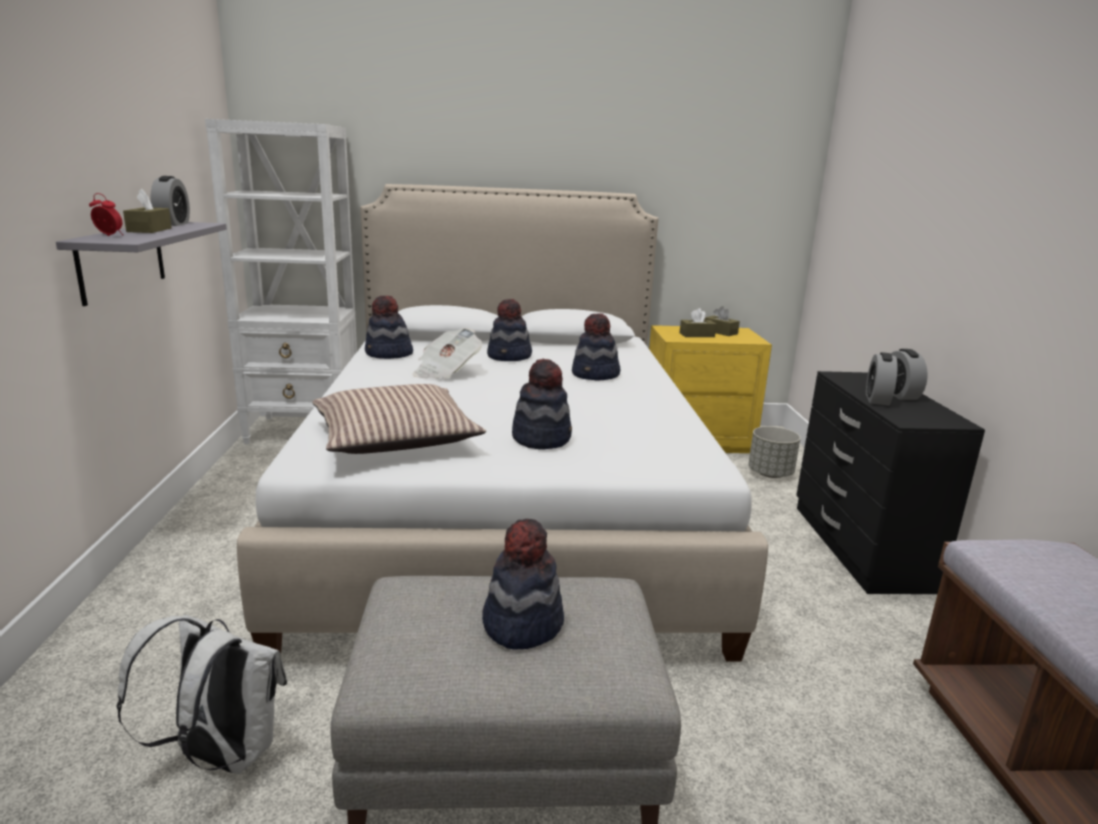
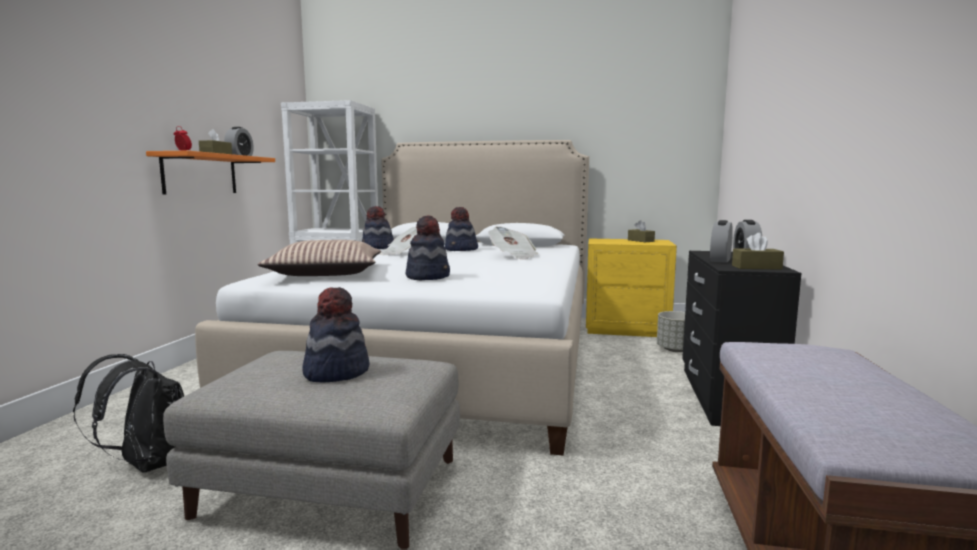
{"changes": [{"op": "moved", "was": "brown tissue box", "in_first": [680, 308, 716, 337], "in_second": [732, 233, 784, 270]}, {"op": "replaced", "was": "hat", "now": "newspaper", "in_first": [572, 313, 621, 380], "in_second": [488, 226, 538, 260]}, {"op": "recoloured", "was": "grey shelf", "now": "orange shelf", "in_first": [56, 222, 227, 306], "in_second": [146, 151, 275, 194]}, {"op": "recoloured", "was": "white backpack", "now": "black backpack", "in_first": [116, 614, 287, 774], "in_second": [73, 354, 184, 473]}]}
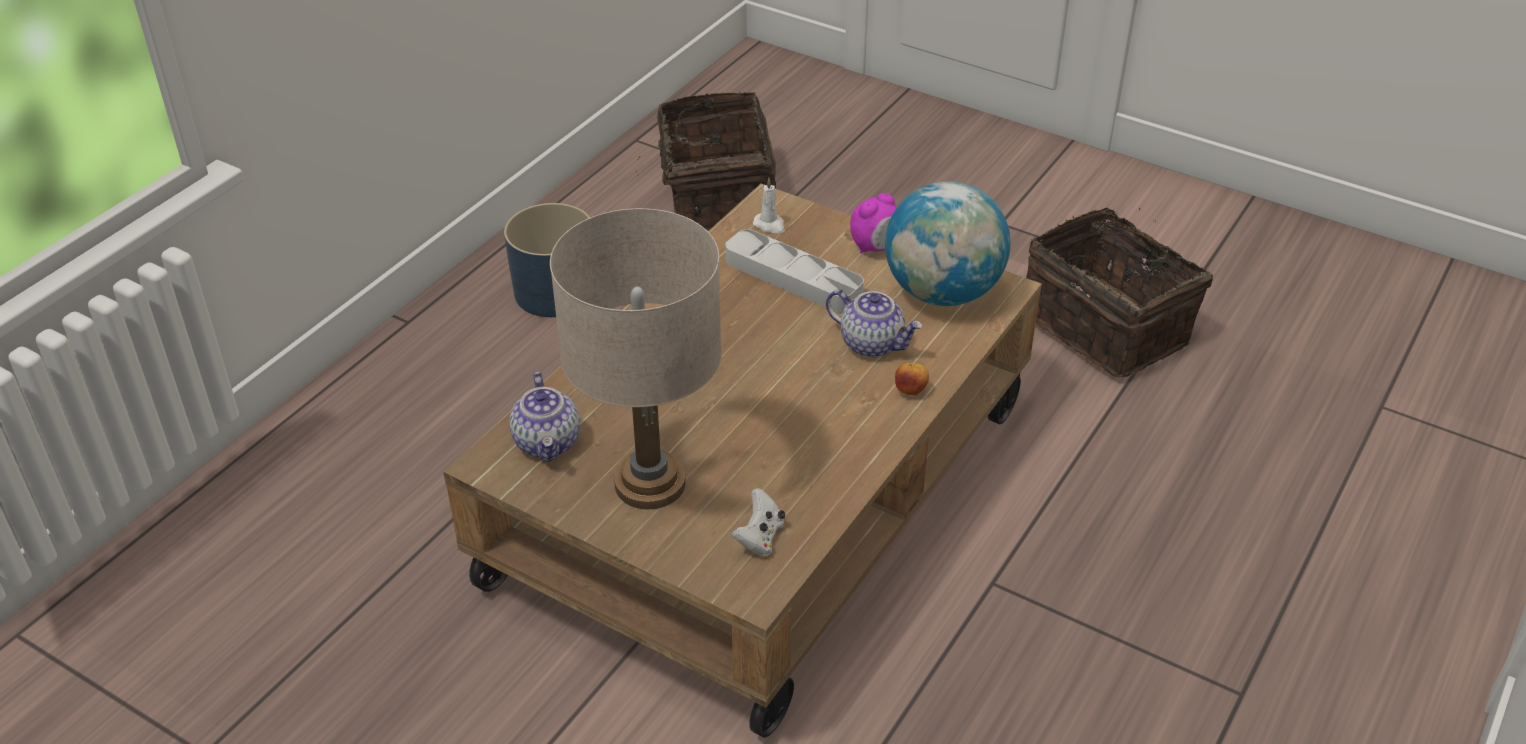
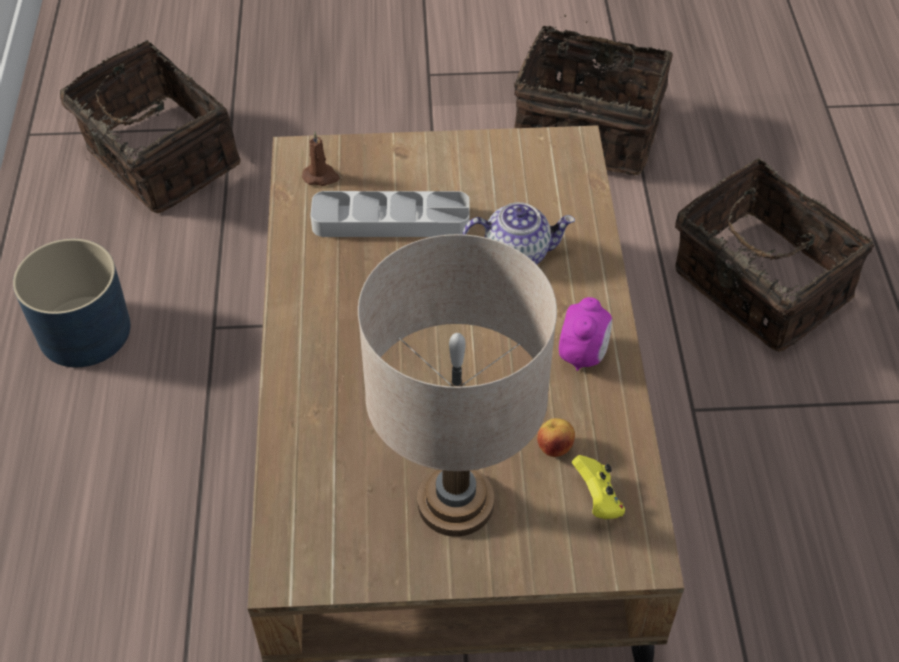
{"changes": [{"op": "removed", "was": "teapot", "in_first": [509, 372, 580, 462]}, {"op": "removed", "was": "globe", "in_first": [885, 181, 1011, 306]}, {"op": "added", "now": "basket", "in_second": [675, 158, 874, 352]}, {"op": "moved", "was": "alarm clock", "in_first": [850, 193, 897, 253], "in_second": [559, 297, 612, 371]}, {"op": "moved", "was": "apple", "in_first": [895, 363, 929, 396], "in_second": [537, 418, 575, 457]}, {"op": "recoloured", "was": "white game controller", "now": "yellow game controller", "in_first": [732, 488, 785, 556], "in_second": [572, 455, 625, 519]}, {"op": "recoloured", "was": "white candle", "now": "brown candle", "in_first": [753, 178, 784, 233], "in_second": [302, 131, 340, 186]}]}
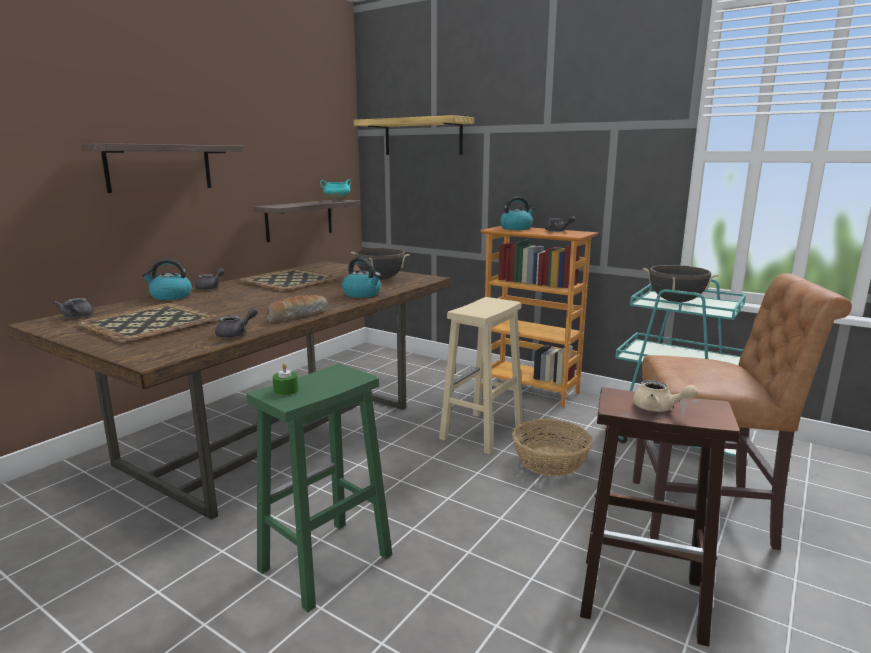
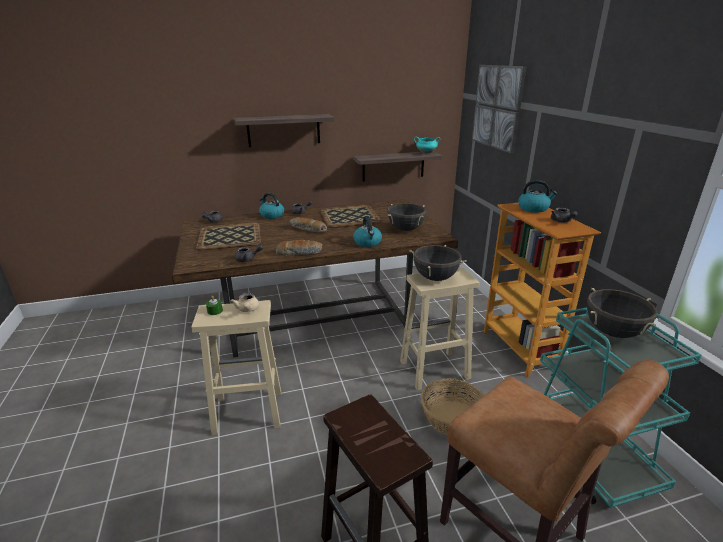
{"changes": [{"op": "added", "now": "bread", "in_second": [290, 217, 327, 233]}, {"op": "added", "now": "black cooking pot", "in_second": [409, 245, 467, 281]}, {"op": "moved", "was": "beige teapot", "in_first": [633, 380, 698, 412], "in_second": [230, 293, 259, 312]}, {"op": "replaced", "was": "shelf", "now": "picture", "in_first": [354, 115, 474, 155], "in_second": [472, 65, 526, 153]}, {"op": "recoloured", "was": "green stool", "now": "beige stool", "in_first": [246, 364, 392, 612], "in_second": [191, 300, 281, 435]}]}
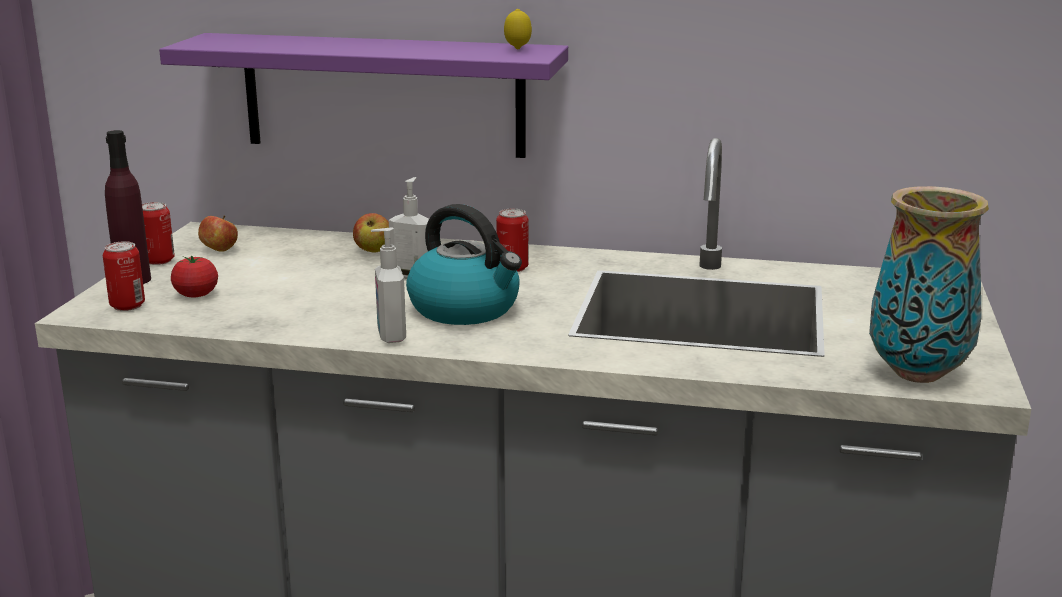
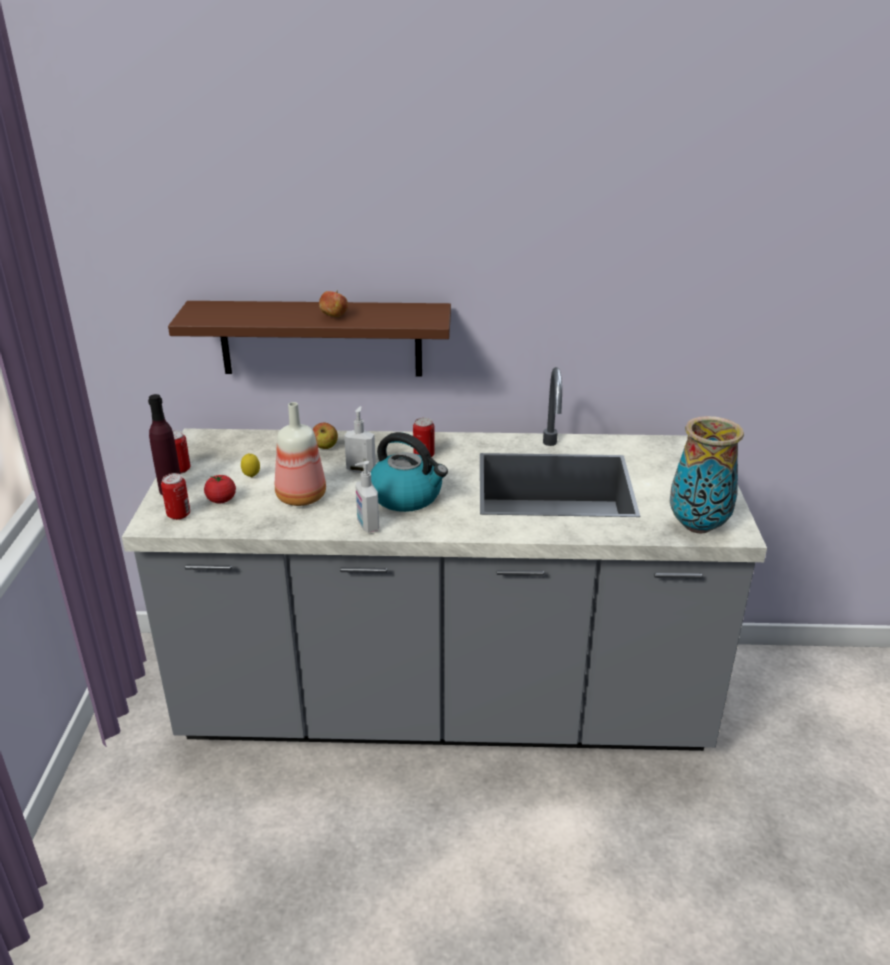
{"changes": [{"op": "added", "now": "bottle", "in_second": [275, 402, 326, 506]}, {"op": "moved", "was": "apple", "in_first": [198, 216, 238, 252], "in_second": [319, 290, 348, 317]}, {"op": "moved", "was": "lemon", "in_first": [504, 9, 532, 49], "in_second": [241, 453, 260, 477]}, {"op": "recoloured", "was": "purple shelf", "now": "brown shelf", "in_first": [159, 33, 568, 158], "in_second": [168, 301, 451, 376]}]}
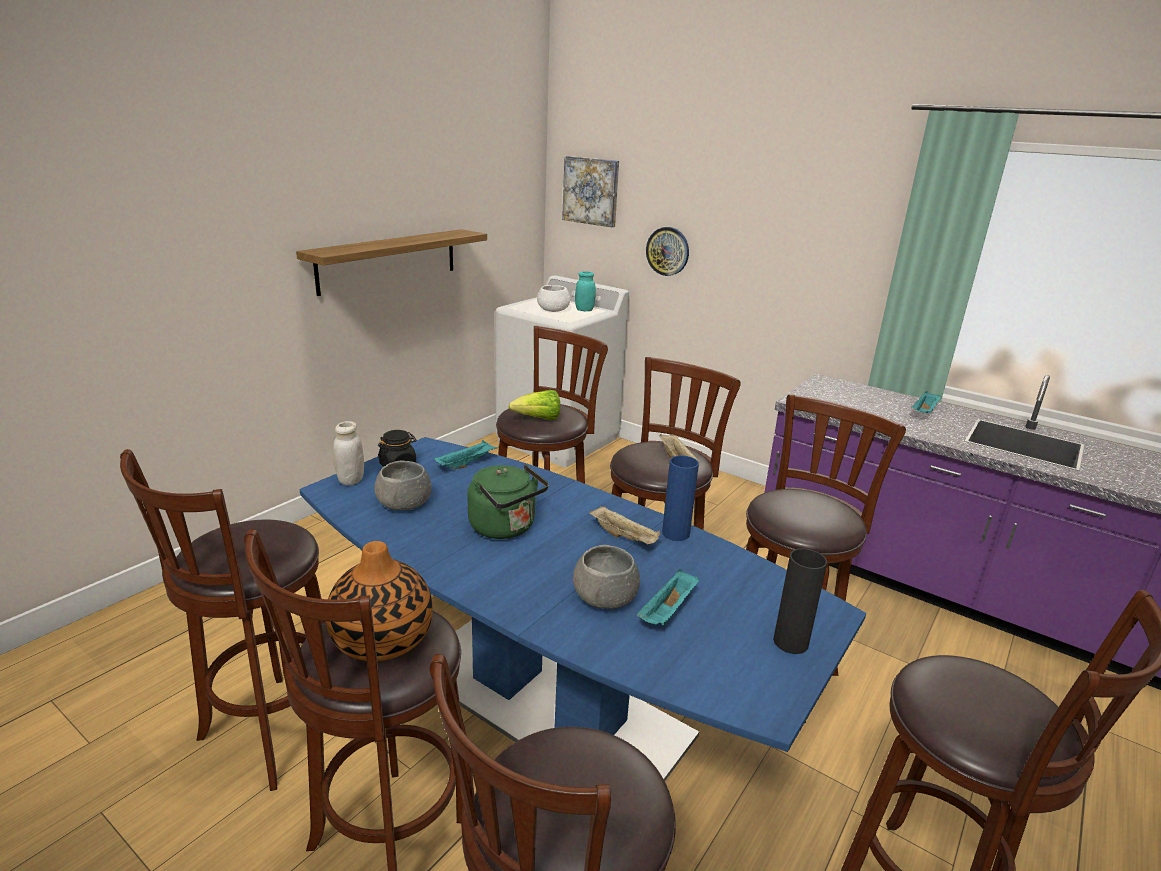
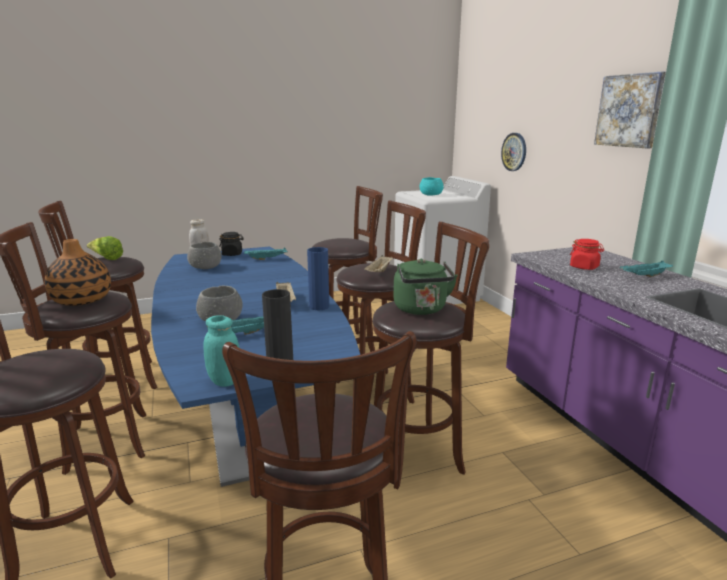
{"changes": [{"op": "removed", "was": "shelf", "in_first": [296, 229, 487, 296]}, {"op": "added", "now": "red jar", "in_second": [570, 239, 604, 270]}, {"op": "moved", "was": "green kettle", "in_first": [467, 464, 549, 539], "in_second": [393, 259, 458, 315]}, {"op": "moved", "was": "lettuce", "in_first": [508, 390, 560, 420], "in_second": [87, 236, 123, 260]}, {"op": "moved", "was": "picture", "in_first": [562, 156, 619, 227], "in_second": [594, 72, 666, 148]}, {"op": "moved", "was": "turquoise jar", "in_first": [575, 271, 596, 311], "in_second": [203, 315, 239, 387]}, {"op": "recoloured", "was": "white bowl", "now": "turquoise bowl", "in_first": [537, 285, 570, 312], "in_second": [420, 177, 444, 196]}]}
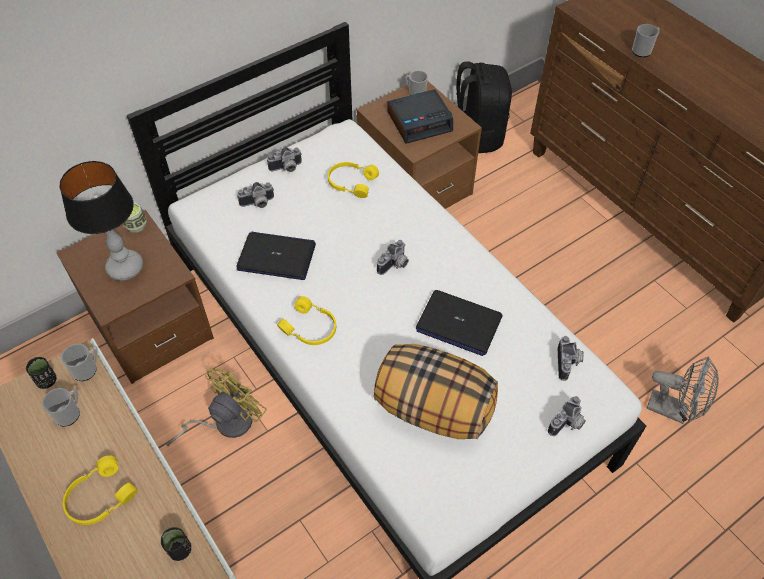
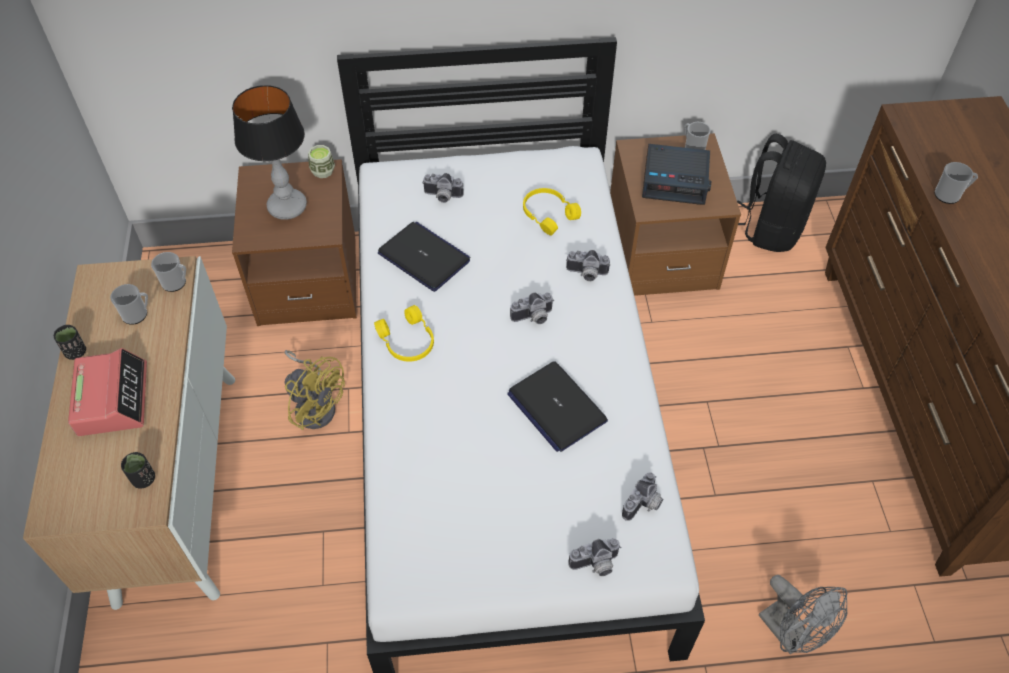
{"changes": [{"op": "removed", "was": "pillow", "in_first": [374, 344, 498, 439]}, {"op": "moved", "was": "black cup", "in_first": [26, 357, 57, 389], "in_second": [54, 325, 86, 360]}, {"op": "moved", "was": "photo camera", "in_first": [267, 147, 302, 172], "in_second": [566, 250, 611, 281]}, {"op": "replaced", "was": "yellow headphones", "now": "alarm clock", "in_first": [63, 455, 138, 525], "in_second": [68, 348, 147, 436]}, {"op": "turned", "was": "yellow fan", "in_first": [166, 368, 267, 446], "in_second": [285, 350, 345, 430], "clockwise": 60}]}
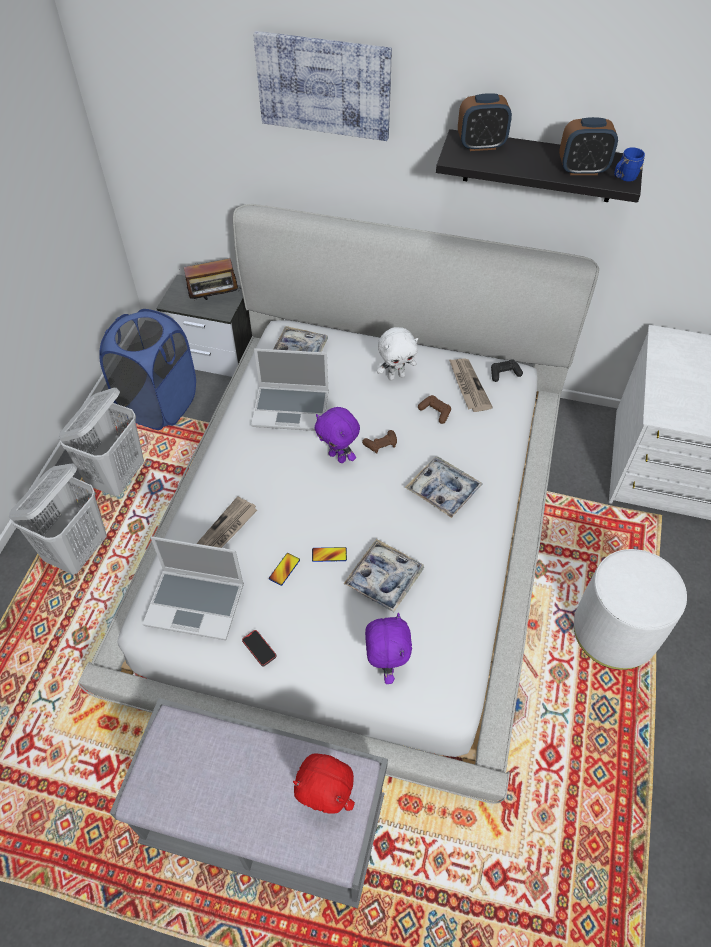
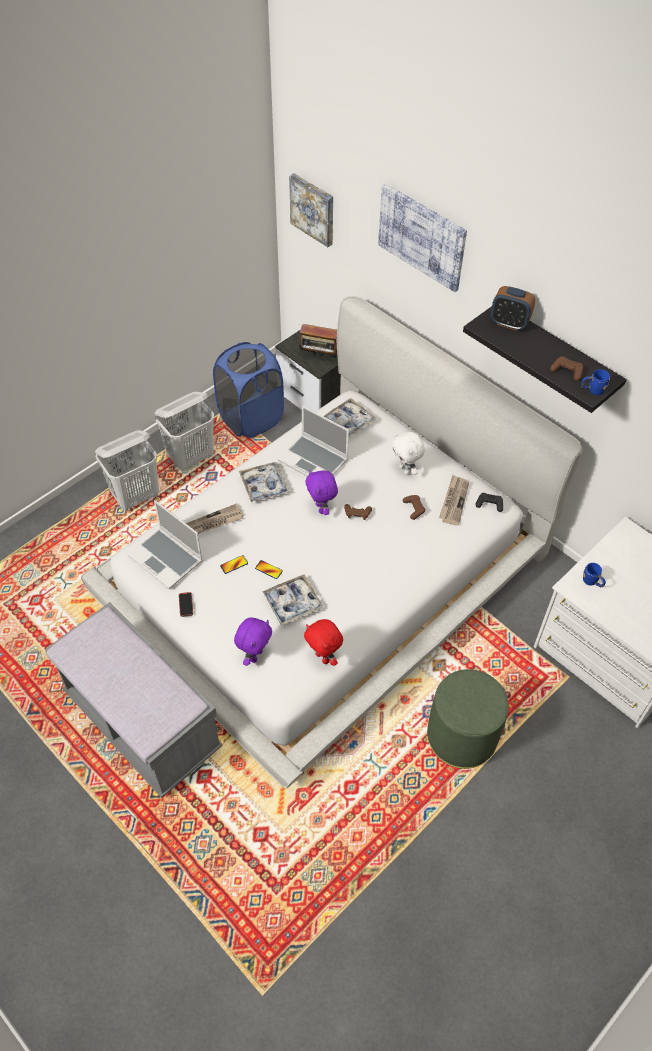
{"changes": [{"op": "added", "now": "picture", "in_second": [289, 173, 333, 247]}, {"op": "added", "now": "blue mug", "in_second": [583, 563, 606, 587]}, {"op": "moved", "was": "red plush toy", "in_first": [293, 754, 355, 814], "in_second": [304, 619, 343, 666]}, {"op": "moved", "was": "tray", "in_first": [405, 456, 483, 518], "in_second": [239, 462, 290, 502]}, {"op": "replaced", "was": "alarm clock", "now": "brown game controller", "in_first": [559, 117, 618, 175], "in_second": [550, 356, 583, 381]}, {"op": "recoloured", "was": "white ottoman", "now": "green ottoman", "in_first": [574, 549, 687, 670], "in_second": [427, 669, 509, 769]}, {"op": "turned", "was": "white plush toy", "in_first": [377, 327, 418, 381], "in_second": [391, 432, 425, 475], "clockwise": 45}]}
